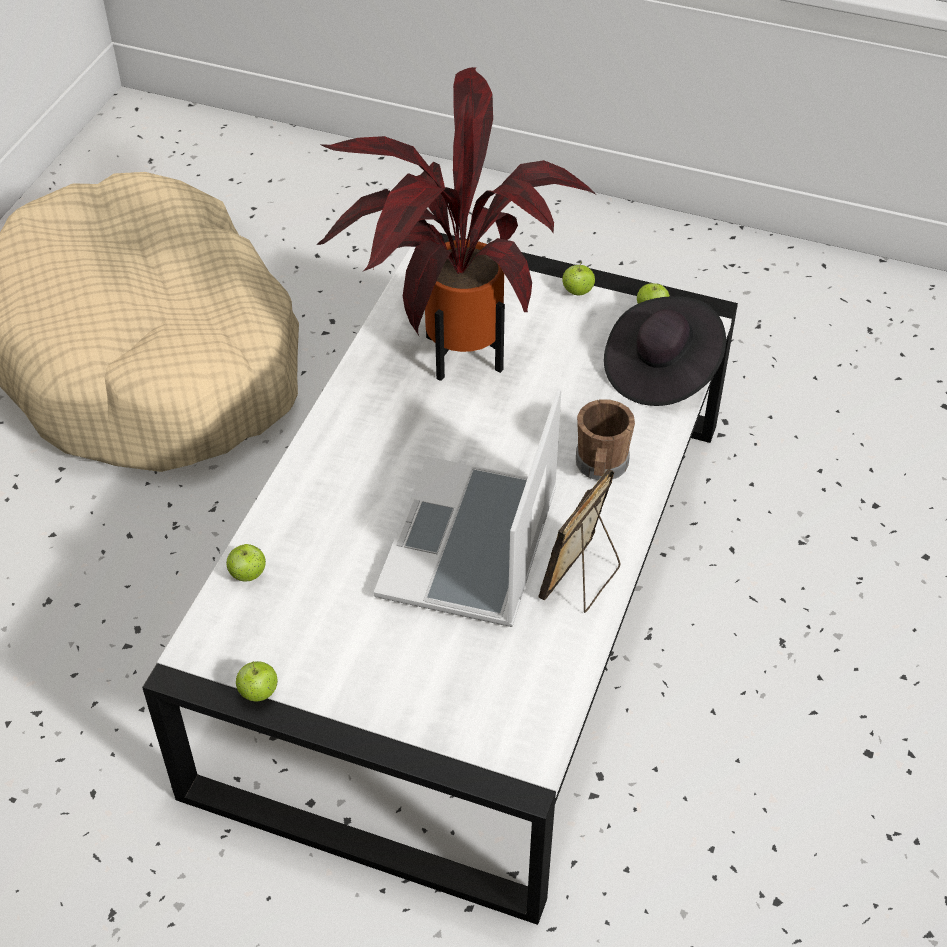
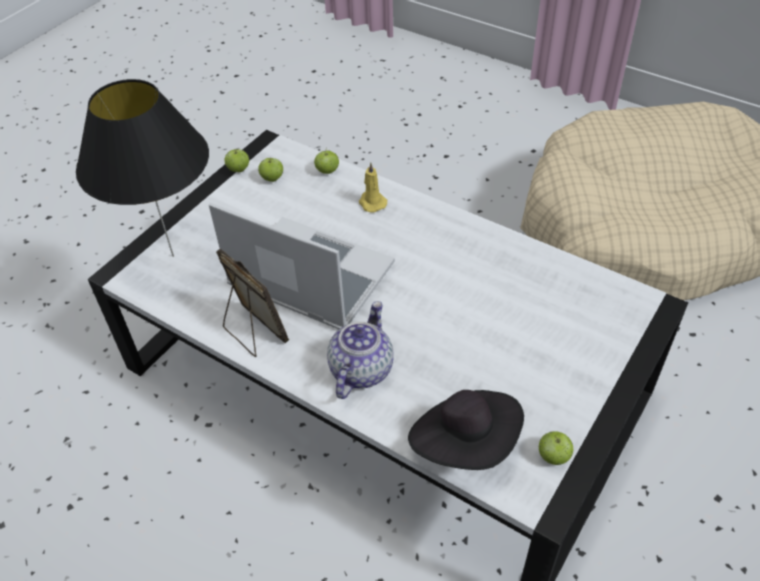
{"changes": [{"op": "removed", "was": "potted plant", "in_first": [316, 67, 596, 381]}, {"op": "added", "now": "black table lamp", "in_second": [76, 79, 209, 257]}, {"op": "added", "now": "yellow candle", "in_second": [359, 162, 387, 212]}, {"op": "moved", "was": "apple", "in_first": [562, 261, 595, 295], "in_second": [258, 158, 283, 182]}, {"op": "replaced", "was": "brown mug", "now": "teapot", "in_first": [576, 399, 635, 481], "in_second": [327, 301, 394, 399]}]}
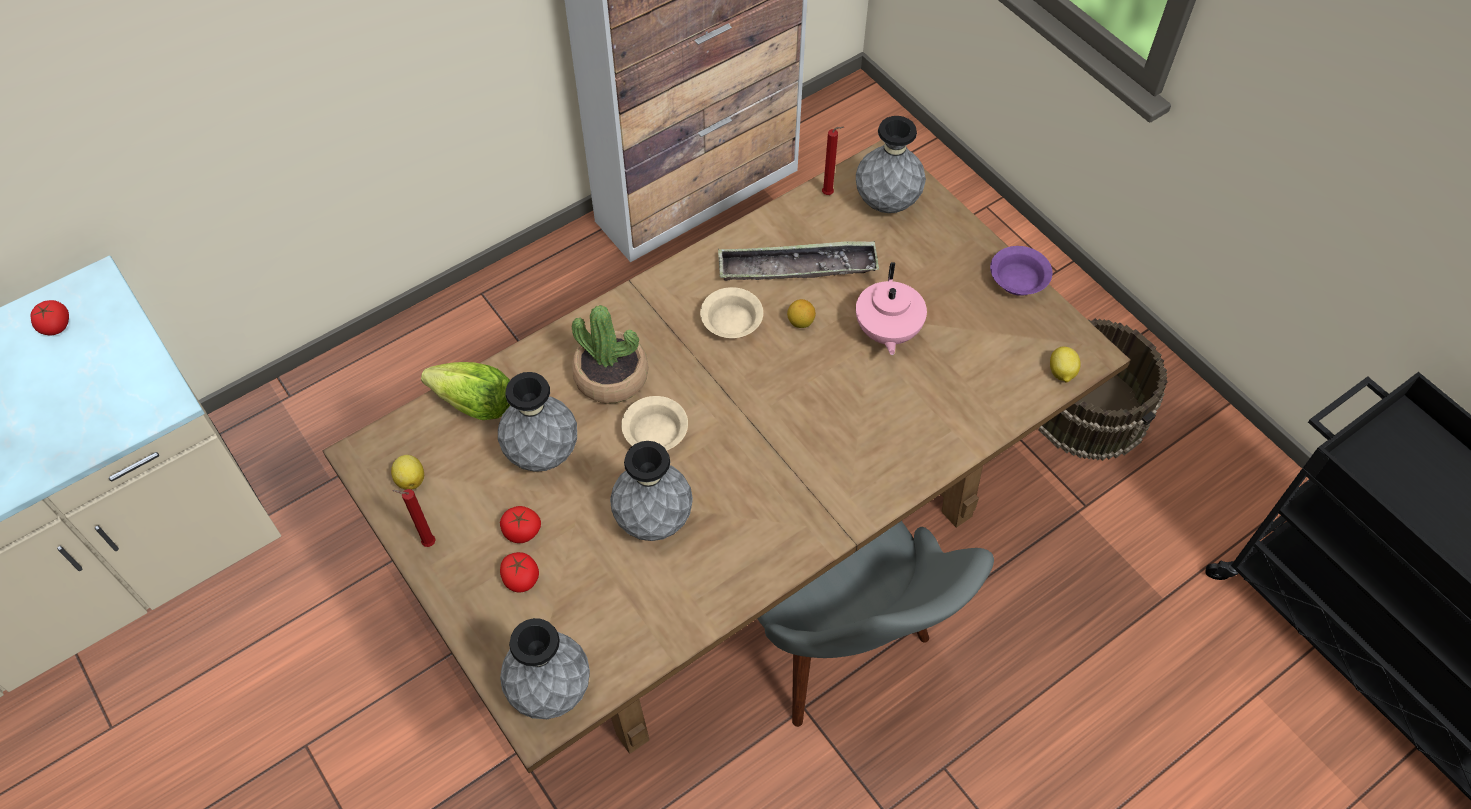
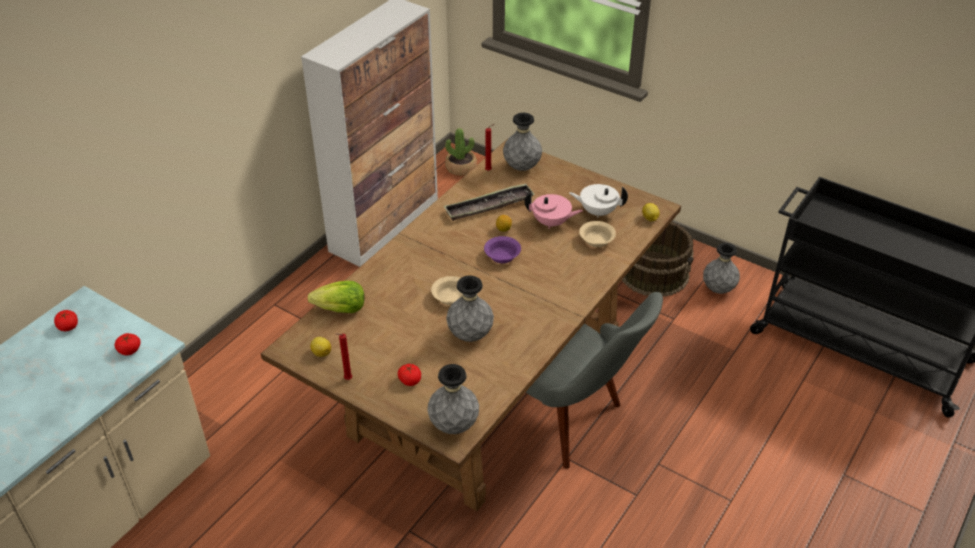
{"changes": [{"op": "added", "now": "white teapot", "in_second": [569, 184, 628, 218]}, {"op": "moved", "was": "grey vase", "in_first": [498, 372, 577, 472], "in_second": [703, 243, 740, 294]}, {"op": "moved", "was": "tomato", "in_first": [500, 506, 541, 543], "in_second": [115, 333, 141, 355]}, {"op": "moved", "was": "potted plant", "in_first": [572, 305, 649, 404], "in_second": [445, 128, 477, 176]}, {"op": "moved", "was": "beige bowl", "in_first": [700, 287, 763, 339], "in_second": [579, 221, 616, 247]}, {"op": "moved", "was": "purple bowl", "in_first": [990, 246, 1052, 296], "in_second": [484, 236, 521, 263]}, {"op": "turned", "was": "pink teapot", "in_first": [856, 262, 927, 355], "in_second": [524, 192, 583, 229], "clockwise": -60}]}
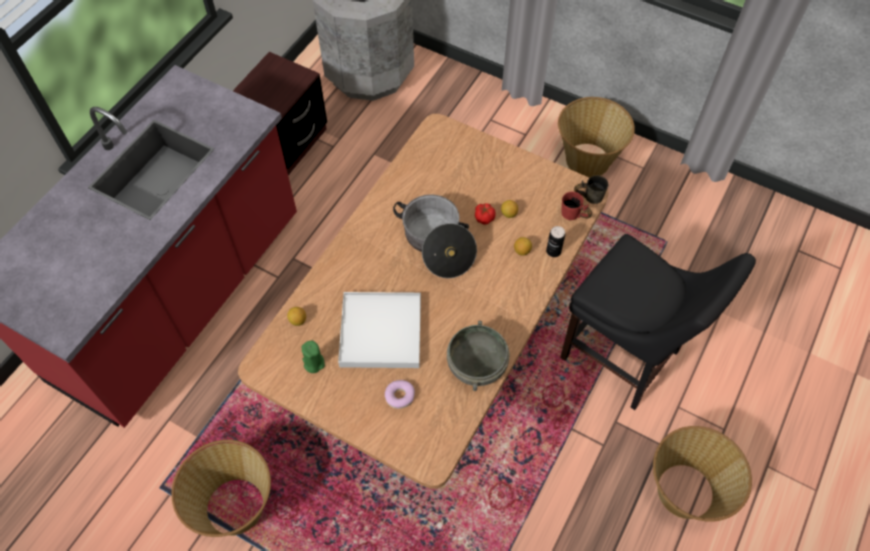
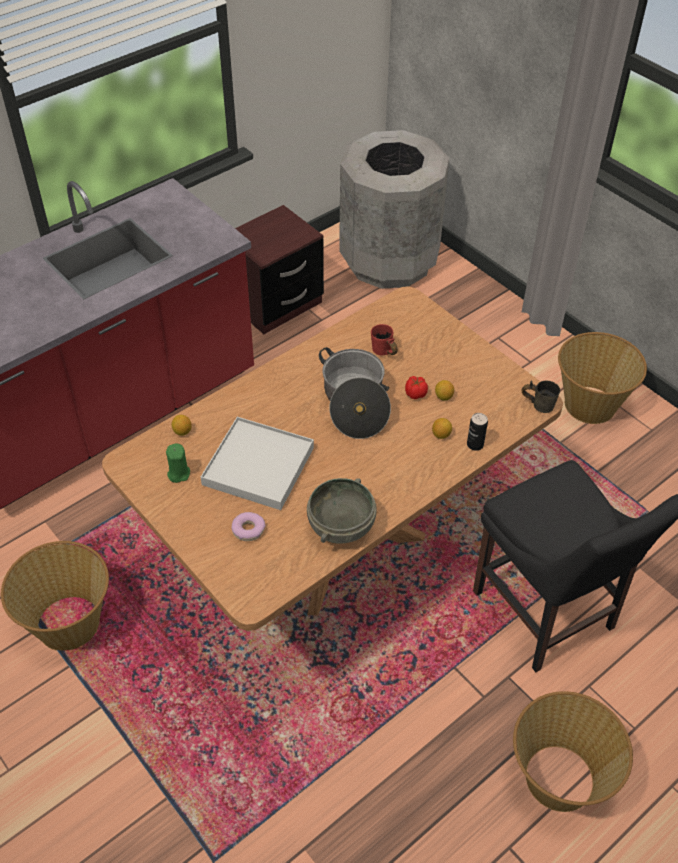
{"changes": [{"op": "moved", "was": "red mug", "in_first": [562, 192, 592, 220], "in_second": [371, 324, 398, 355]}]}
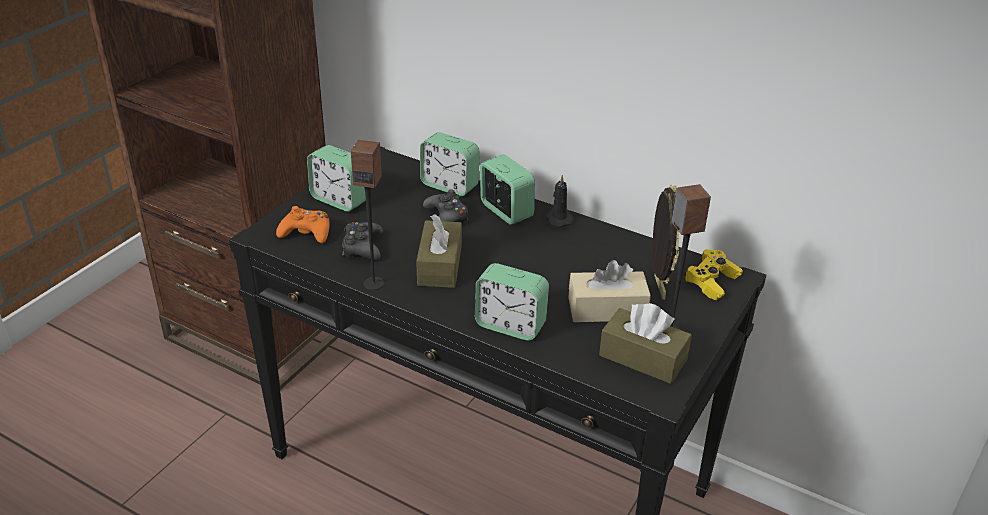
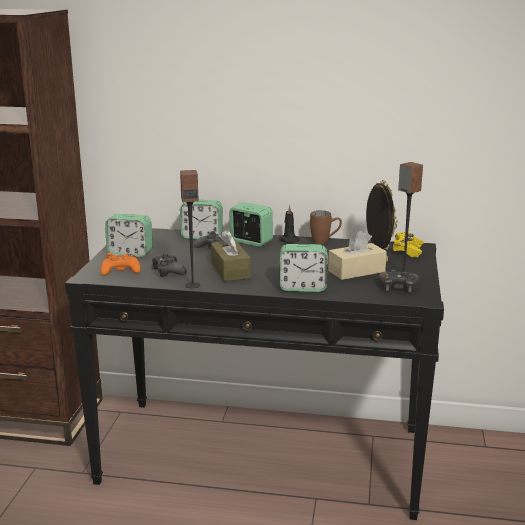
{"changes": [{"op": "added", "now": "brown mug", "in_second": [310, 210, 342, 244]}, {"op": "replaced", "was": "brown tissue box", "now": "black game controller", "in_first": [599, 303, 692, 384], "in_second": [378, 270, 419, 292]}]}
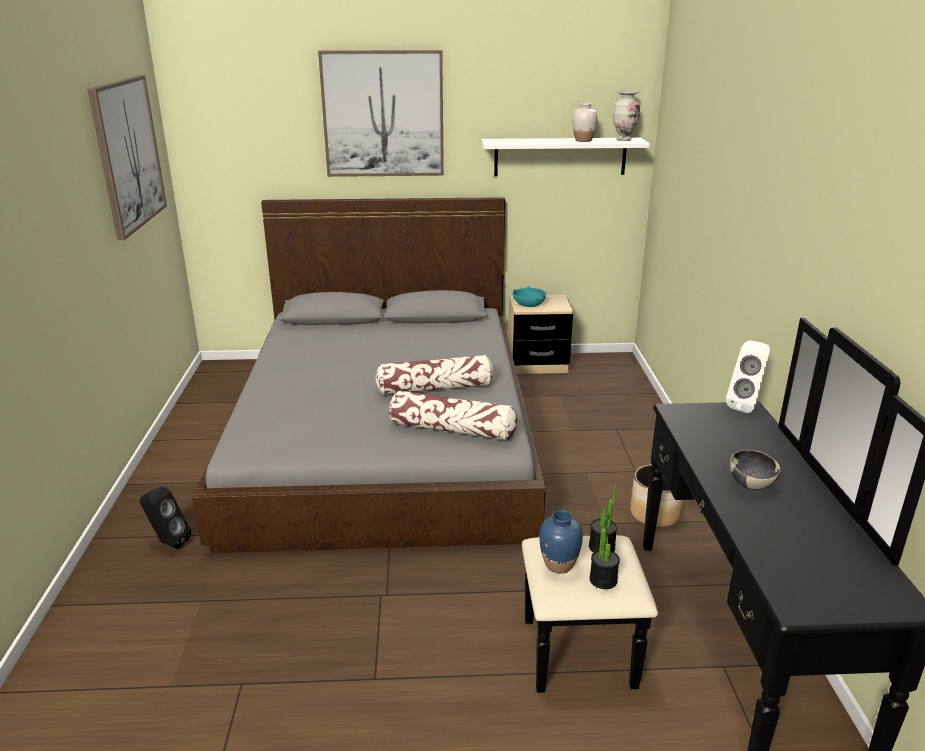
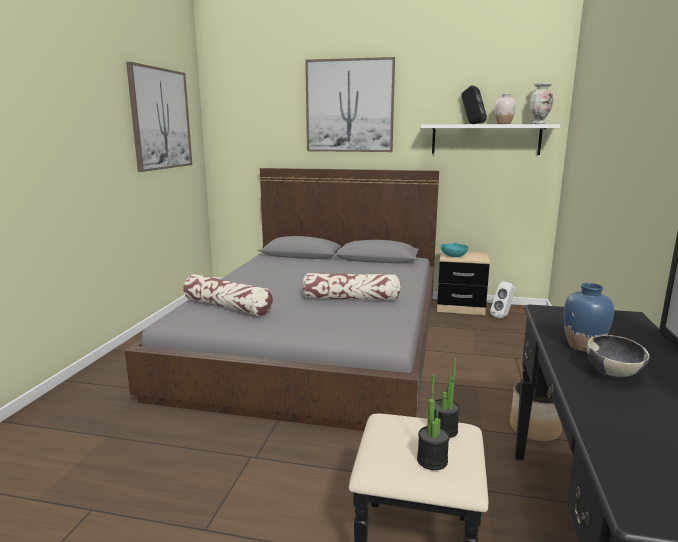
{"changes": [{"op": "moved", "was": "black speaker", "in_first": [140, 486, 191, 549], "in_second": [461, 85, 487, 124]}, {"op": "moved", "was": "pillow", "in_first": [389, 390, 517, 441], "in_second": [183, 274, 273, 316]}, {"op": "moved", "was": "blue vase", "in_first": [539, 510, 583, 574], "in_second": [564, 283, 614, 352]}, {"op": "moved", "was": "white speaker", "in_first": [726, 340, 770, 413], "in_second": [490, 282, 516, 319]}]}
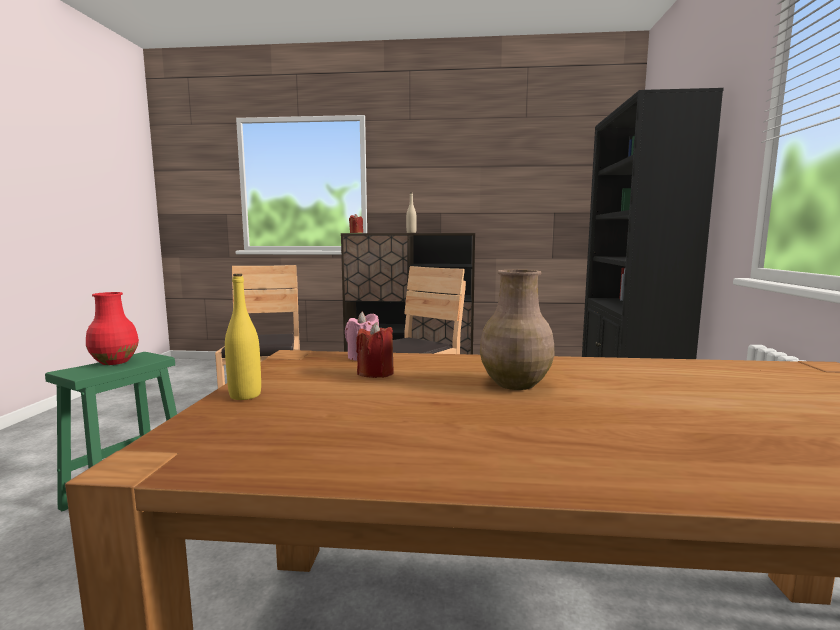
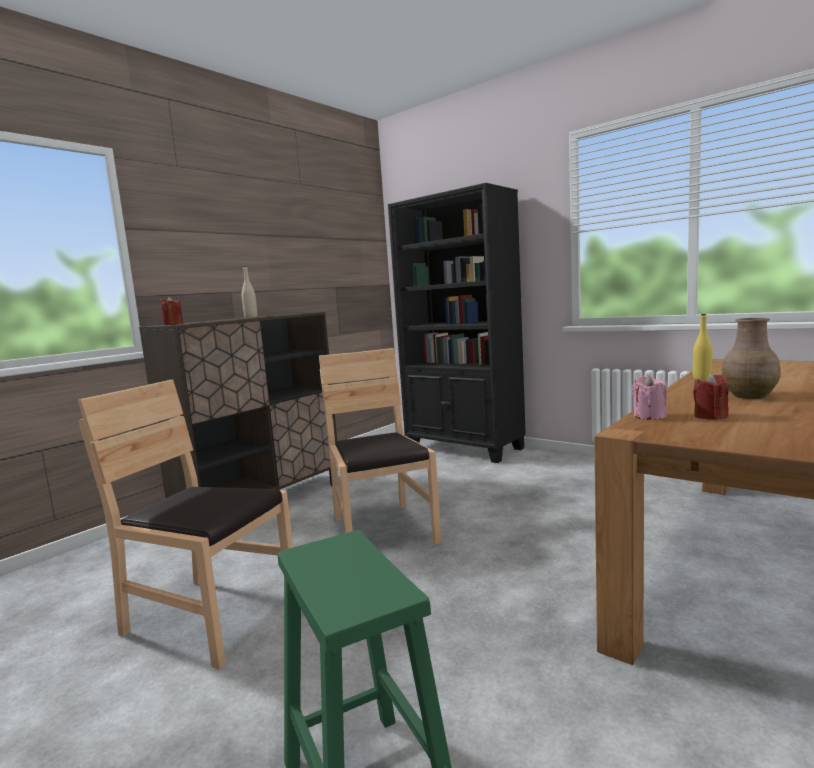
{"changes": [{"op": "removed", "was": "red vase", "in_first": [86, 292, 139, 365]}, {"op": "moved", "was": "yellow bottle", "in_first": [225, 274, 261, 400], "in_second": [693, 314, 712, 380]}]}
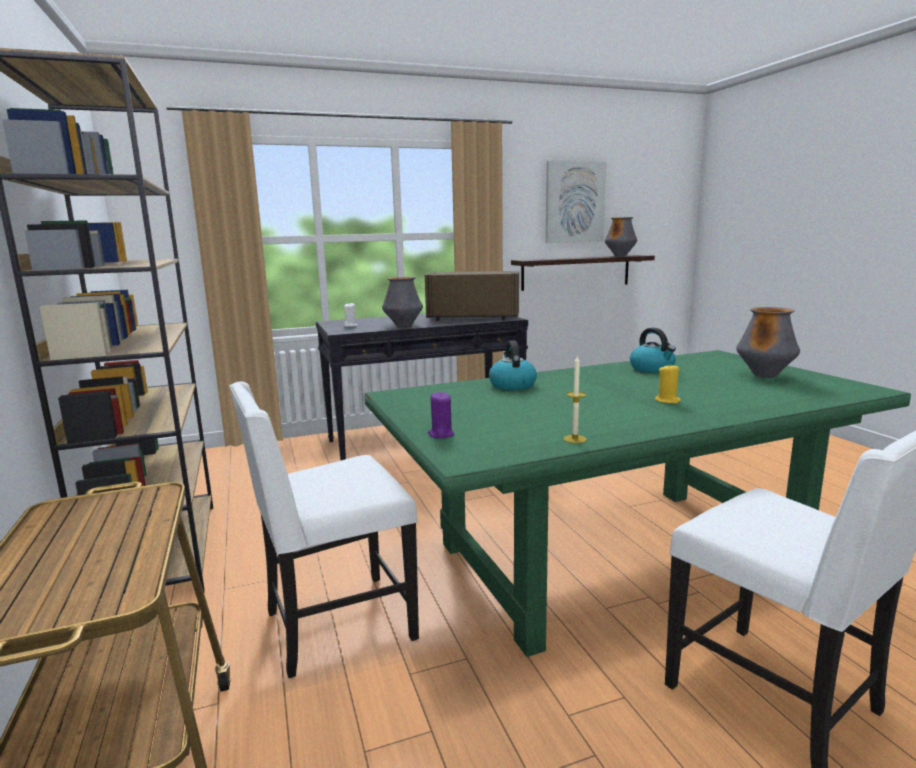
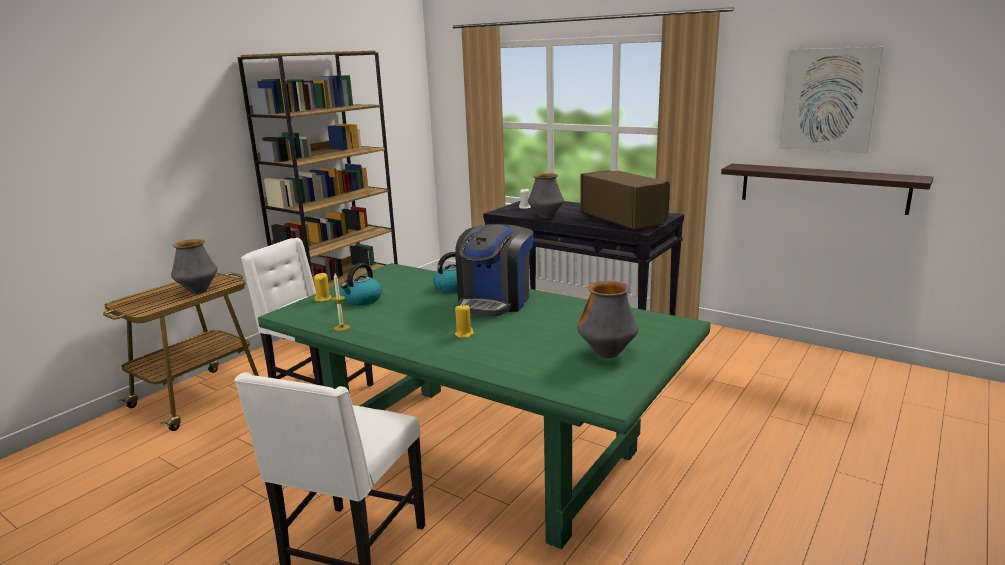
{"changes": [{"op": "added", "now": "coffee machine", "in_second": [455, 224, 533, 317]}, {"op": "moved", "was": "vase", "in_first": [605, 217, 637, 256], "in_second": [171, 239, 218, 294]}, {"op": "moved", "was": "kettle", "in_first": [630, 327, 676, 373], "in_second": [341, 263, 382, 305]}, {"op": "recoloured", "was": "purple candle", "now": "yellow candle", "in_first": [428, 392, 454, 438], "in_second": [314, 273, 331, 302]}]}
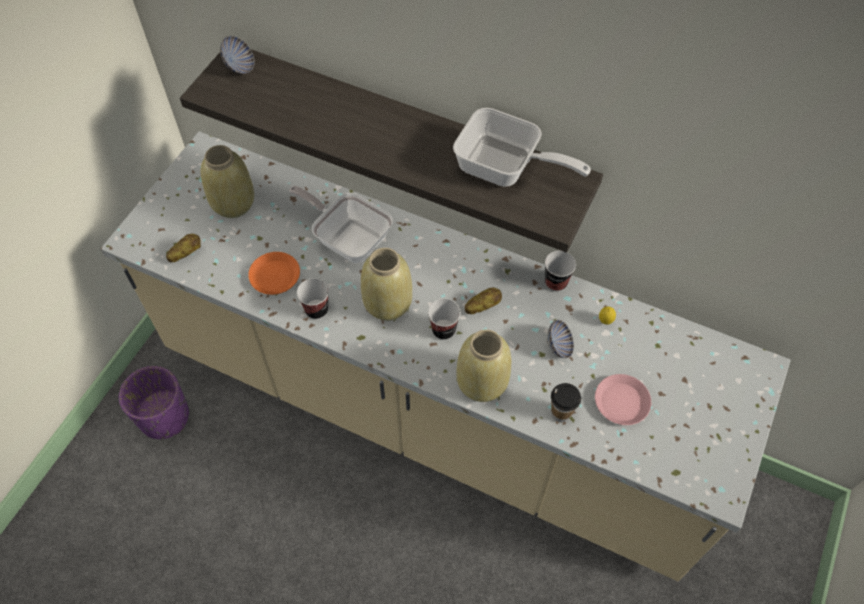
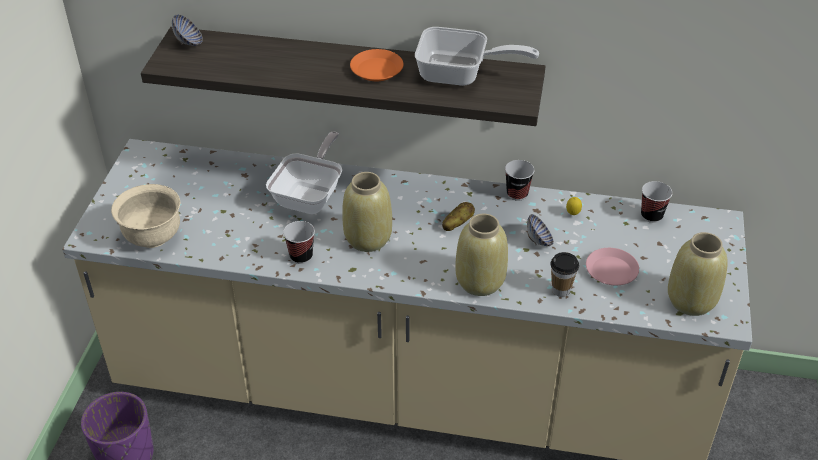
{"changes": [{"op": "moved", "was": "beige vase", "in_first": [200, 145, 254, 218], "in_second": [668, 232, 728, 316]}, {"op": "moved", "was": "orange plate", "in_first": [248, 252, 300, 295], "in_second": [350, 49, 403, 81]}, {"op": "moved", "was": "cup", "in_first": [428, 299, 461, 340], "in_second": [641, 181, 673, 223]}, {"op": "replaced", "was": "potato", "now": "beige bowl", "in_first": [166, 234, 201, 262], "in_second": [111, 184, 180, 248]}, {"op": "turned", "was": "frying pan", "in_first": [289, 186, 393, 263], "in_second": [266, 131, 342, 214], "clockwise": 90}]}
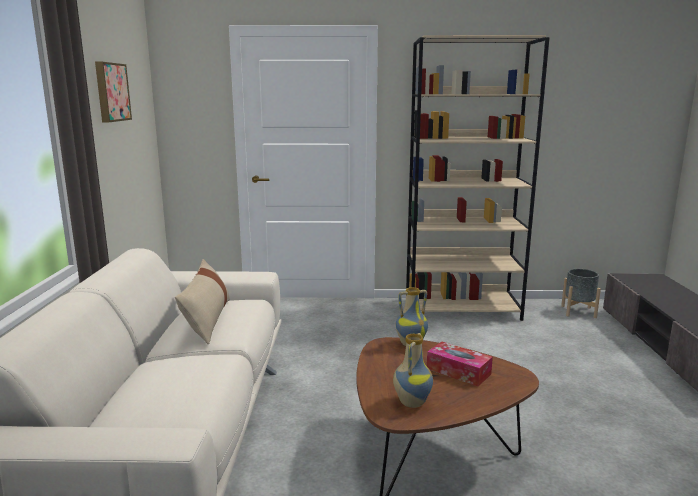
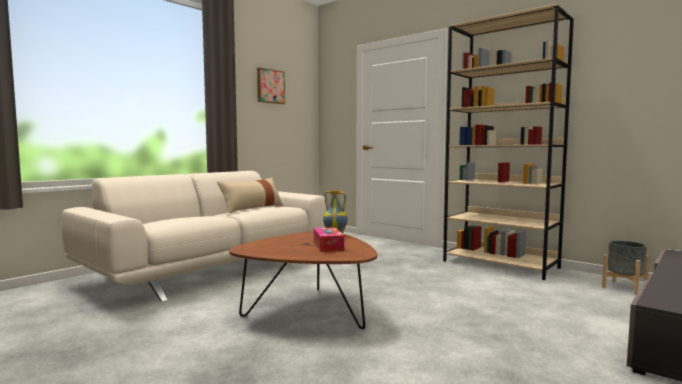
{"changes": [{"op": "removed", "was": "vase", "in_first": [393, 333, 433, 408]}]}
